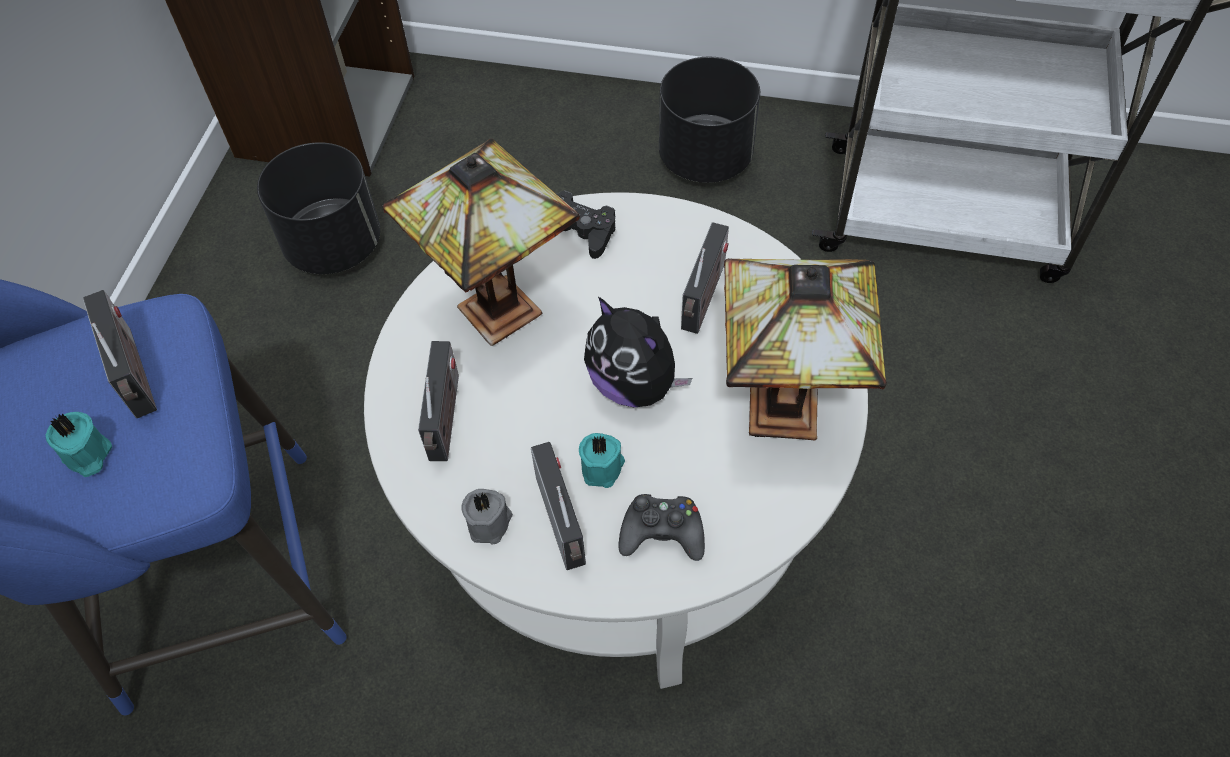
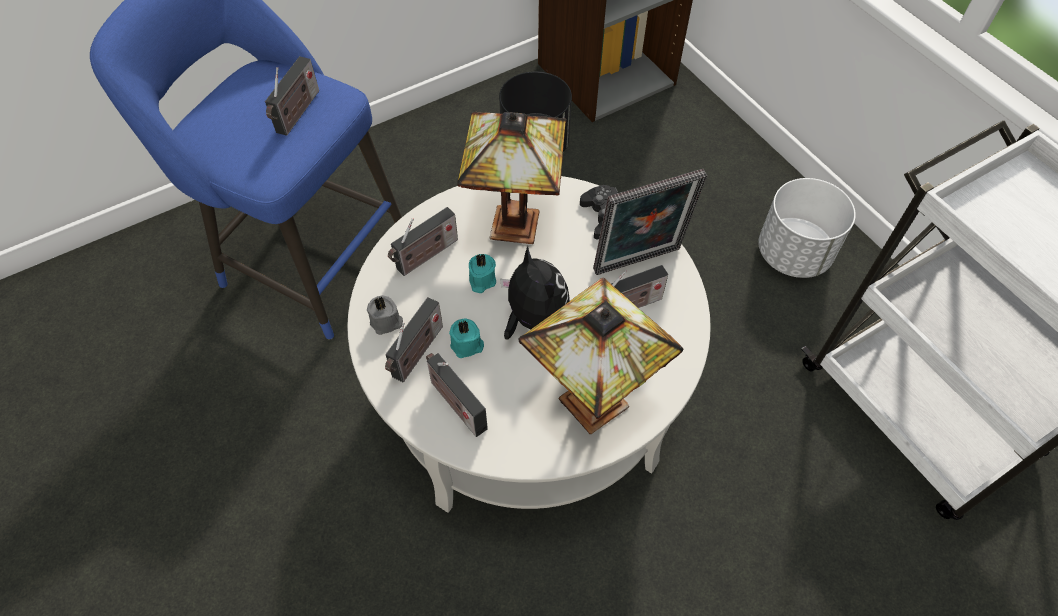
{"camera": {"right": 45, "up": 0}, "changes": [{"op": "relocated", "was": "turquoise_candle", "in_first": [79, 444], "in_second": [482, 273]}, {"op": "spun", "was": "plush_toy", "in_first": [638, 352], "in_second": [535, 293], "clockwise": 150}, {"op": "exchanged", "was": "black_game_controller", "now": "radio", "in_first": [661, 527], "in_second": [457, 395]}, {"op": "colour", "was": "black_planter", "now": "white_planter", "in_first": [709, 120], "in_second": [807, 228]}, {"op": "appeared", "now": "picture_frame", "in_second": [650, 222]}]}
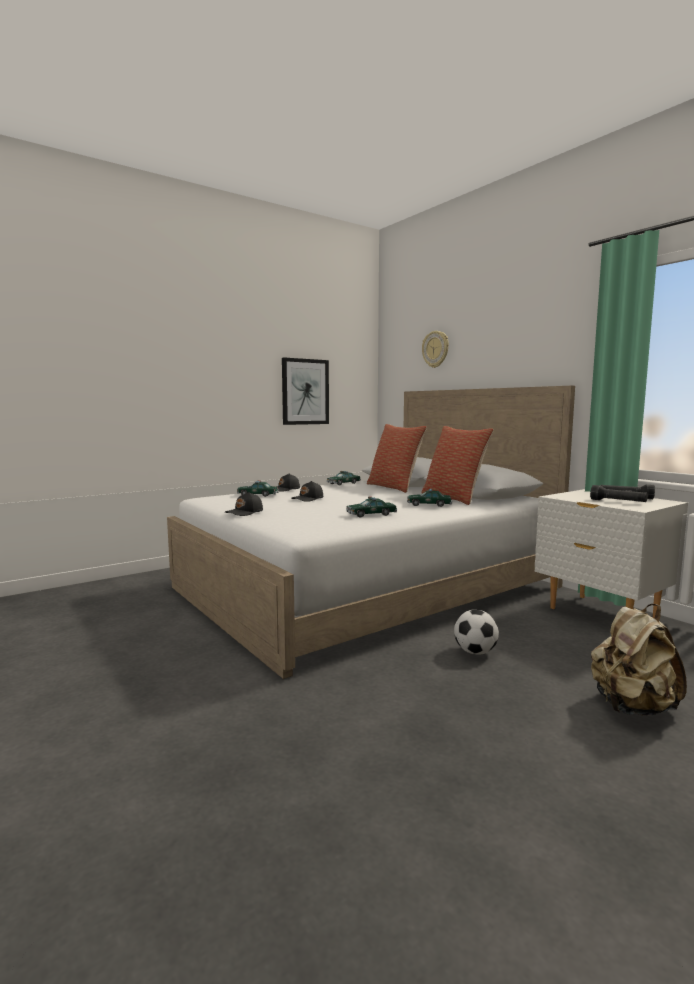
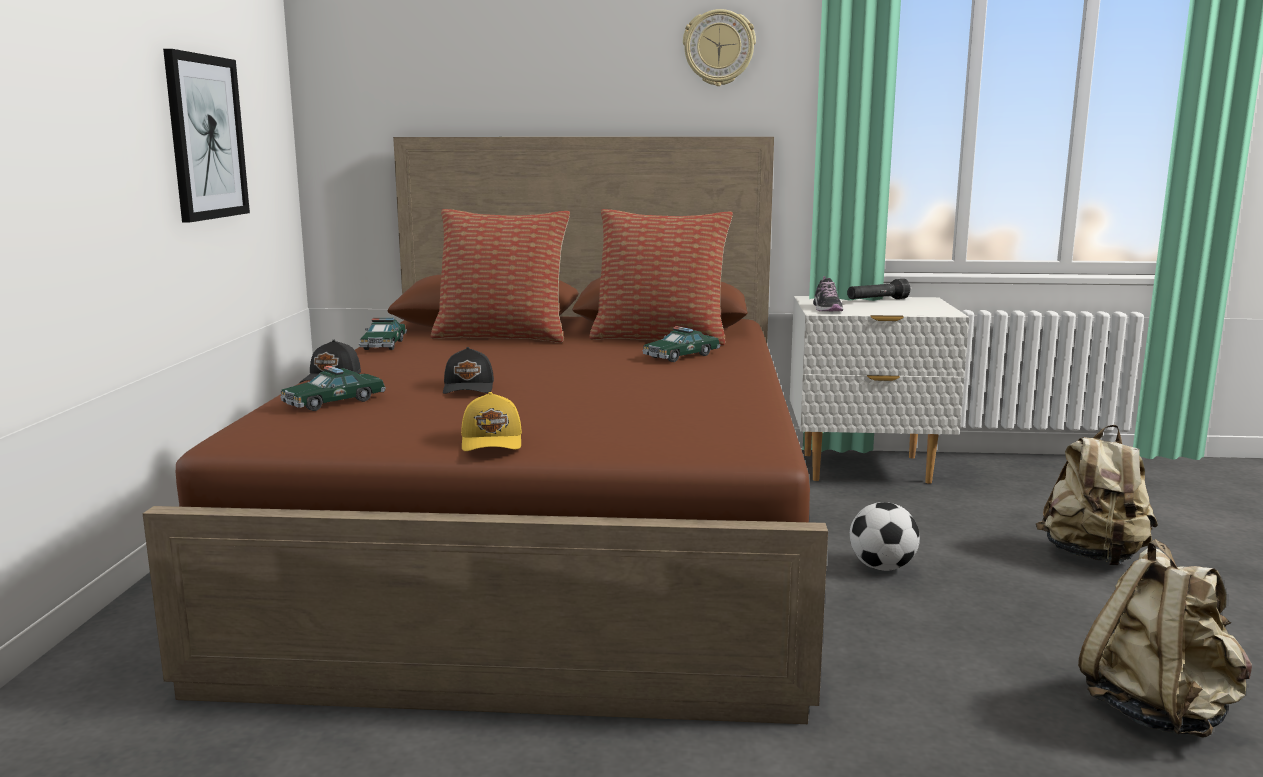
{"camera": {"right": -50, "up": 5}, "changes": [{"op": "colour", "was": "white_bed", "now": "brown_bed", "in_first": [371, 532], "in_second": [485, 430]}, {"op": "colour", "was": "black_cap", "now": "yellow_cap", "in_first": [244, 504], "in_second": [491, 421]}, {"op": "missing", "was": "toy_car", "in_first": [371, 506]}, {"op": "relocated", "was": "wall_clock", "in_first": [435, 349], "in_second": [719, 47]}, {"op": "missing", "was": "black_flashlight", "in_first": [619, 493]}, {"op": "appeared", "now": "shoe", "in_second": [828, 293]}, {"op": "appeared", "now": "beige_backpack", "in_second": [1165, 638]}]}
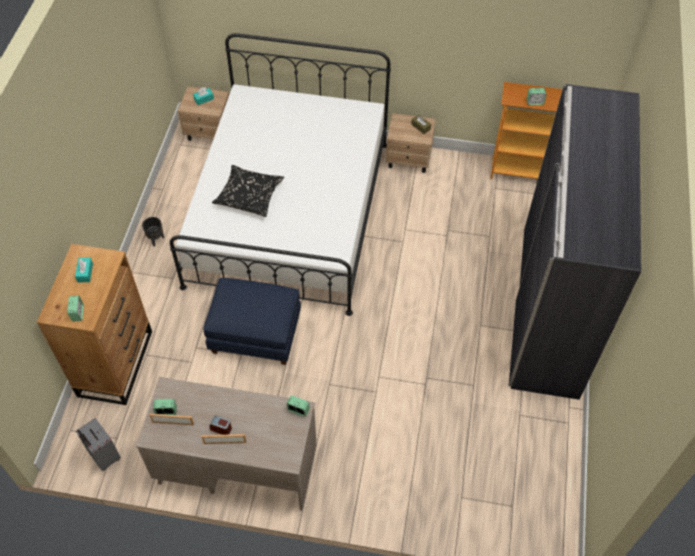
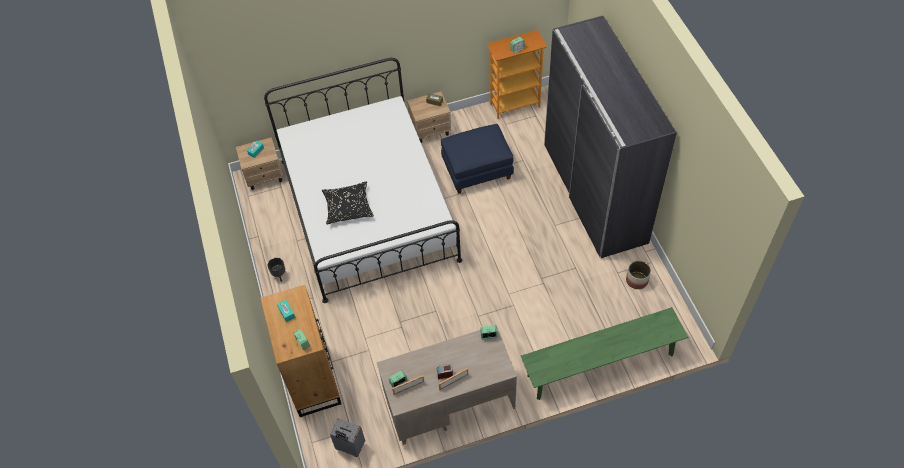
{"camera": {"right": -25, "up": 0}, "changes": [{"op": "relocated", "was": "blue_ottoman", "in_first": [252, 321], "in_second": [477, 159]}, {"op": "appeared", "now": "green_bench", "in_second": [604, 353]}, {"op": "appeared", "now": "planter", "in_second": [638, 275]}]}
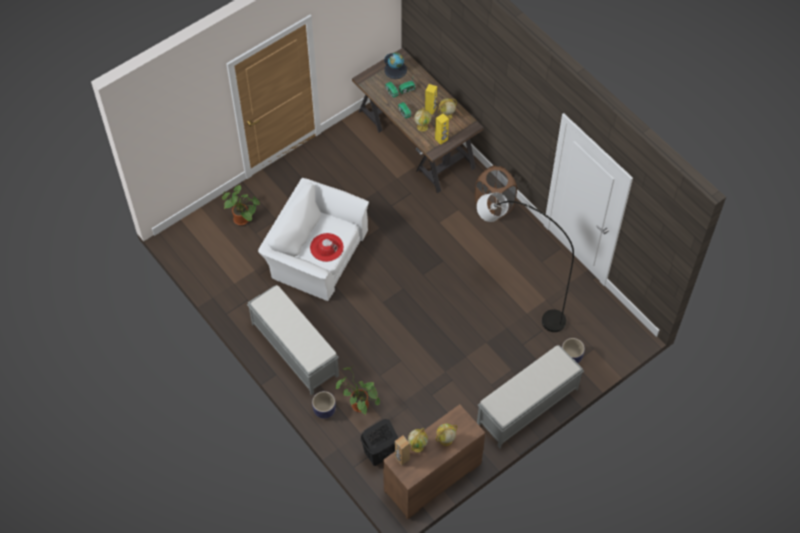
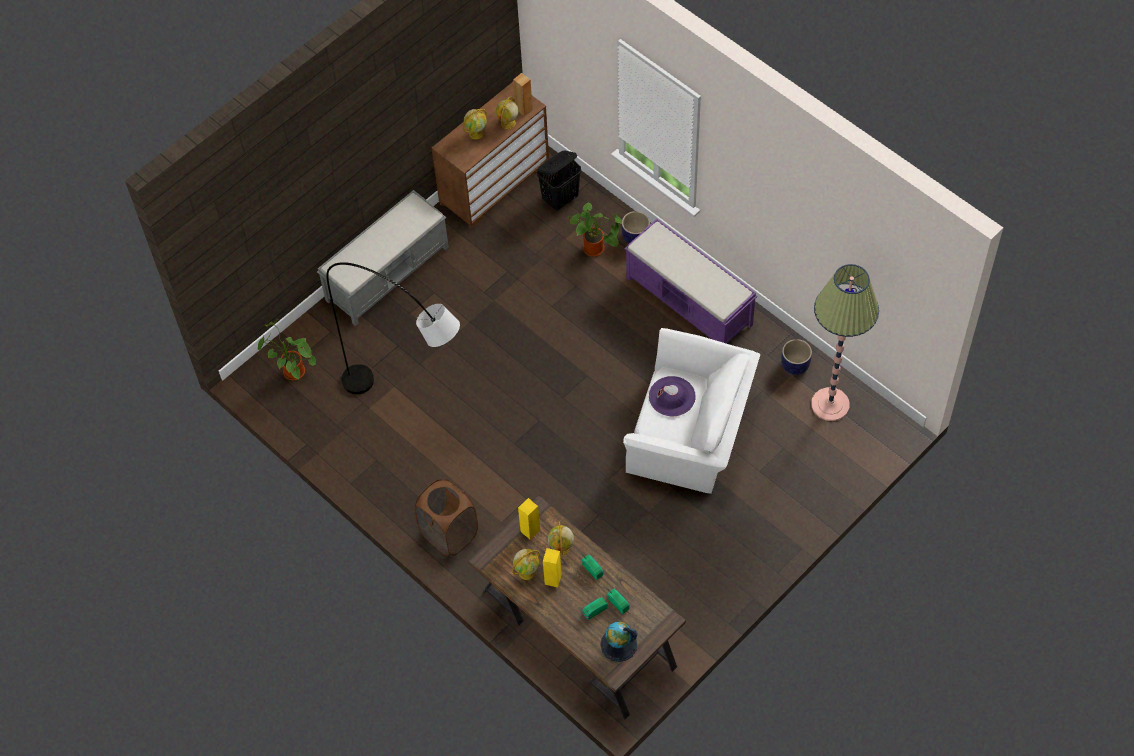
{"camera": {"right": 175, "up": 0}, "changes": [{"op": "relocated", "was": "potted_plant", "in_first": [241, 205], "in_second": [287, 349]}, {"op": "colour", "was": "grey_bench", "now": "purple_bench", "in_first": [293, 340], "in_second": [691, 281]}, {"op": "colour", "was": "red_hat", "now": "purple_hat", "in_first": [327, 247], "in_second": [672, 396]}, {"op": "relocated", "was": "planter", "in_first": [573, 350], "in_second": [796, 357]}, {"op": "appeared", "now": "floor_lamp", "in_second": [845, 342]}]}
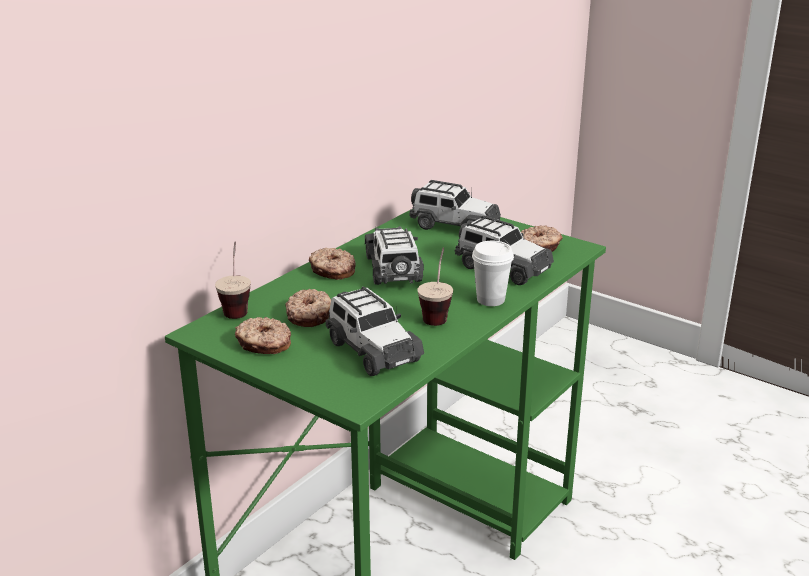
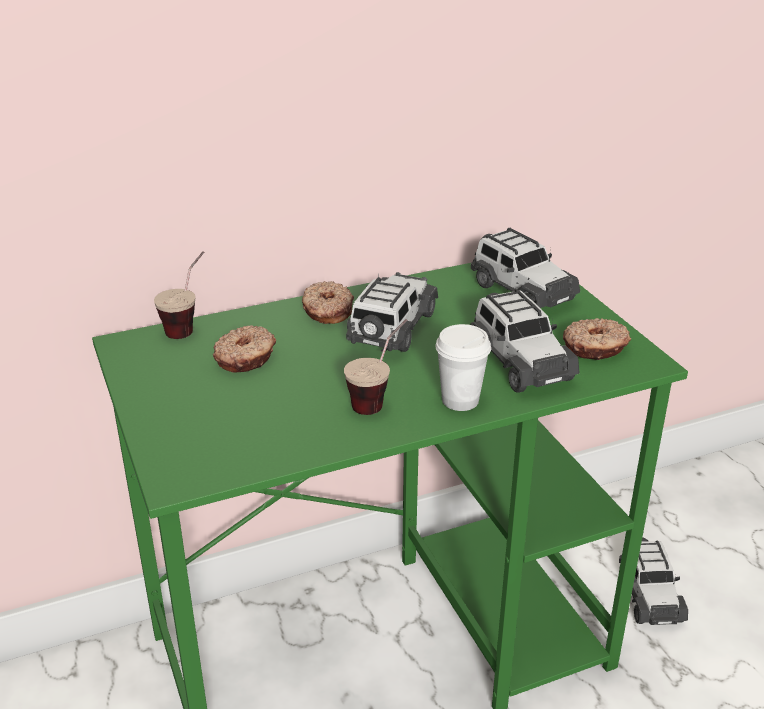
{"camera": {"right": 30, "up": 5}, "changes": [{"op": "missing", "was": "donut", "in_first": [263, 335]}, {"op": "relocated", "was": "toy_car", "in_first": [375, 331], "in_second": [653, 581]}]}
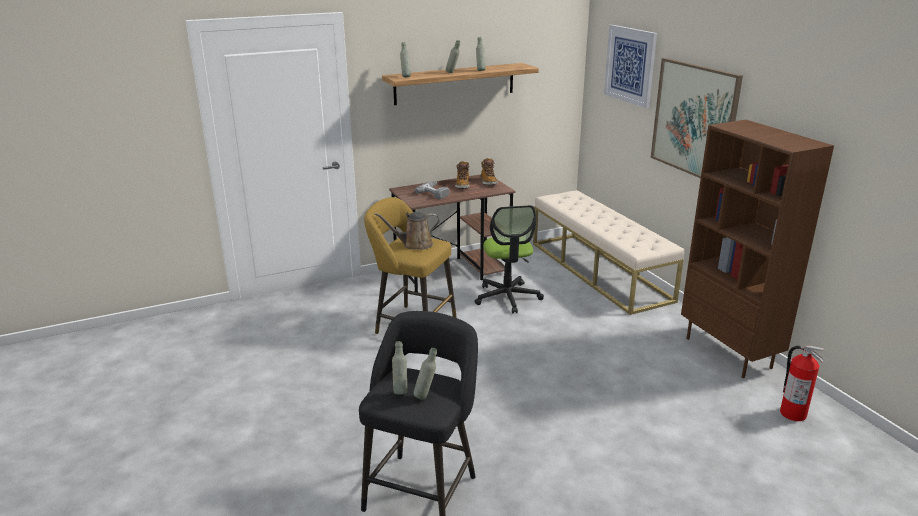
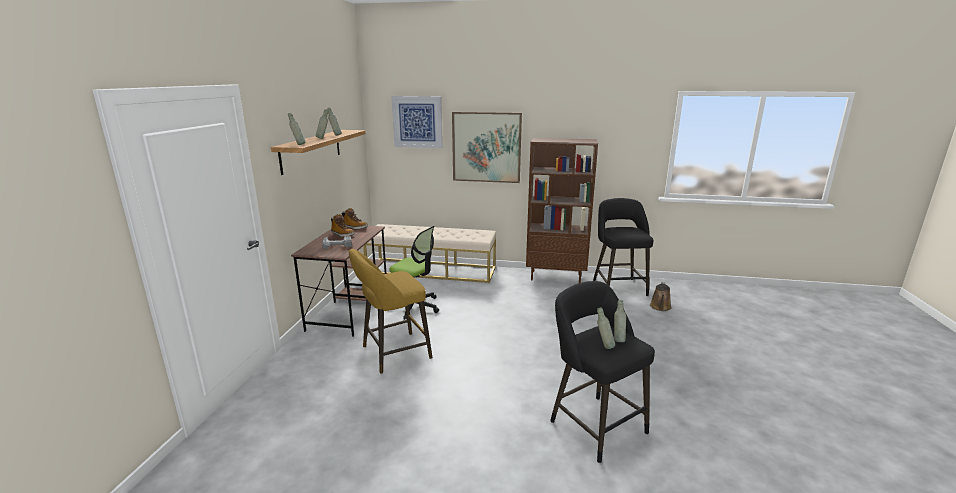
{"camera": {"right": -55, "up": -5}, "changes": [{"op": "relocated", "was": "brown_watering_can", "in_first": [407, 231], "in_second": [661, 296]}, {"op": "exchanged", "was": "fire_extinguisher", "now": "black_stool", "in_first": [802, 383], "in_second": [623, 247]}]}
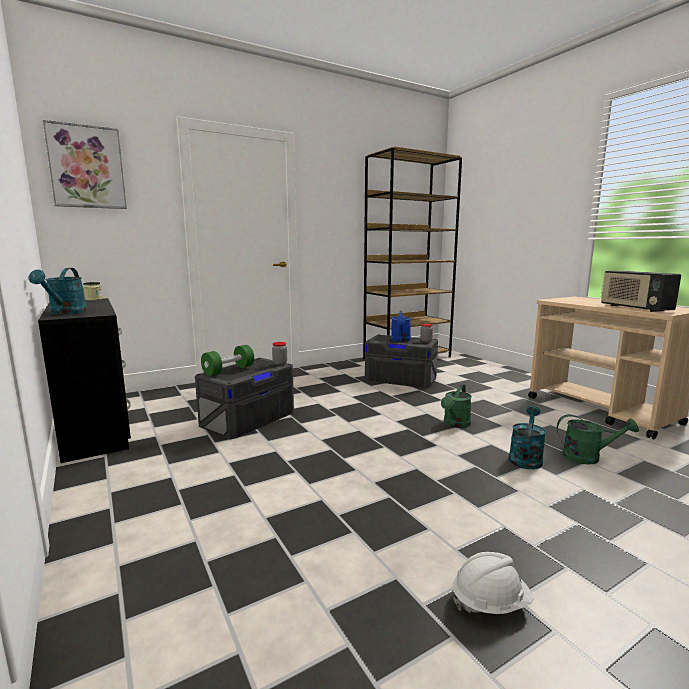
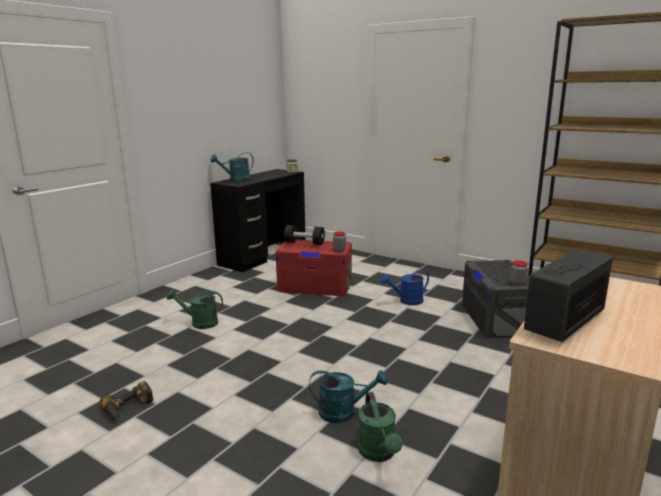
{"camera": {"right": 65, "up": 5}, "changes": [{"op": "missing", "was": "picture", "in_first": [85, 164]}, {"op": "colour", "was": "grey_storage_box", "now": "red_storage_box", "in_first": [244, 398], "in_second": [313, 267]}, {"op": "colour", "was": "green_dumbbell", "now": "black_dumbbell", "in_first": [227, 360], "in_second": [304, 235]}, {"op": "relocated", "was": "blue_watering_can", "in_first": [401, 326], "in_second": [405, 287]}, {"op": "relocated", "was": "green_watering_can", "in_first": [456, 406], "in_second": [195, 309]}, {"op": "exchanged", "was": "white_hard_hat", "now": "power_drill", "in_first": [493, 583], "in_second": [126, 400]}]}
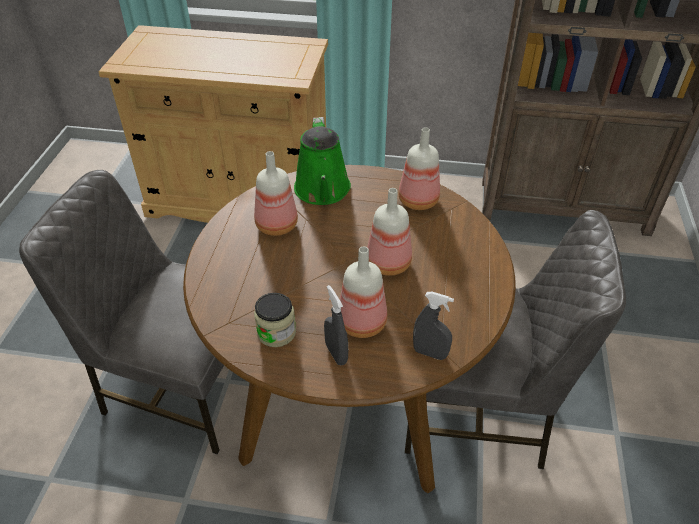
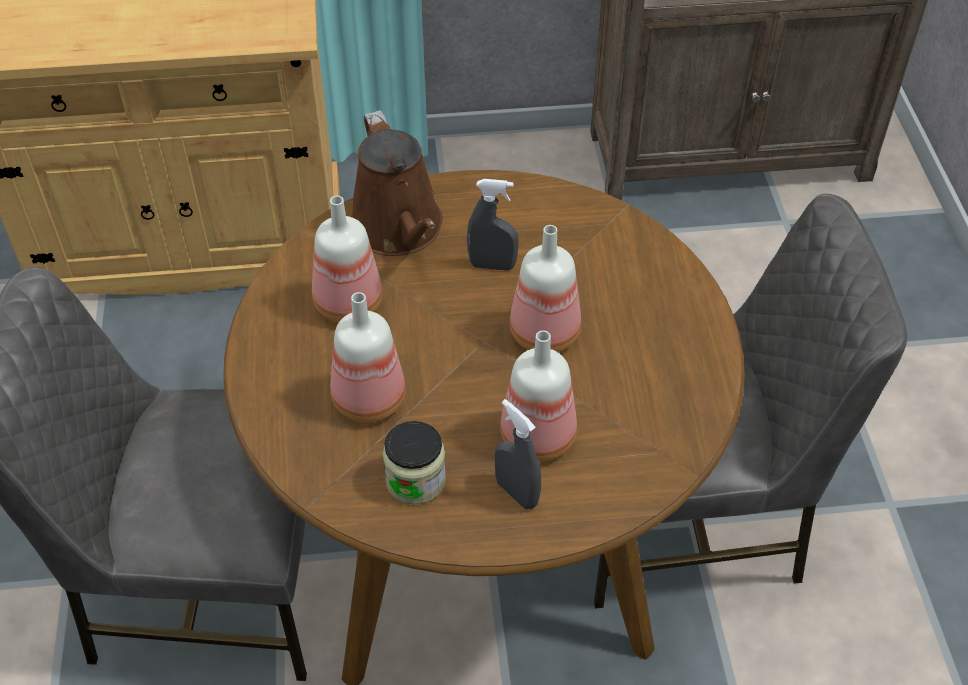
{"camera": {"right": -15, "up": 5}, "changes": [{"op": "colour", "was": "green_watering_can", "now": "brown_watering_can", "in_first": [322, 161], "in_second": [397, 183]}, {"op": "relocated", "was": "bottle", "in_first": [419, 168], "in_second": [367, 357]}, {"op": "relocated", "was": "grey_spray_bottle", "in_first": [433, 326], "in_second": [493, 225]}]}
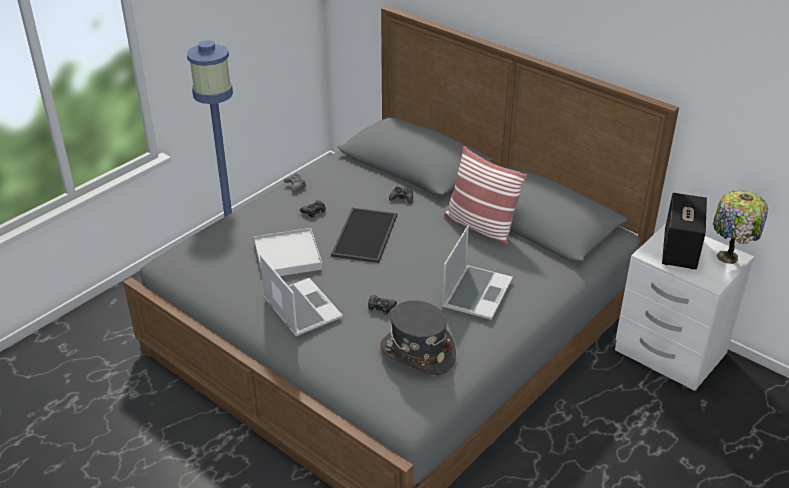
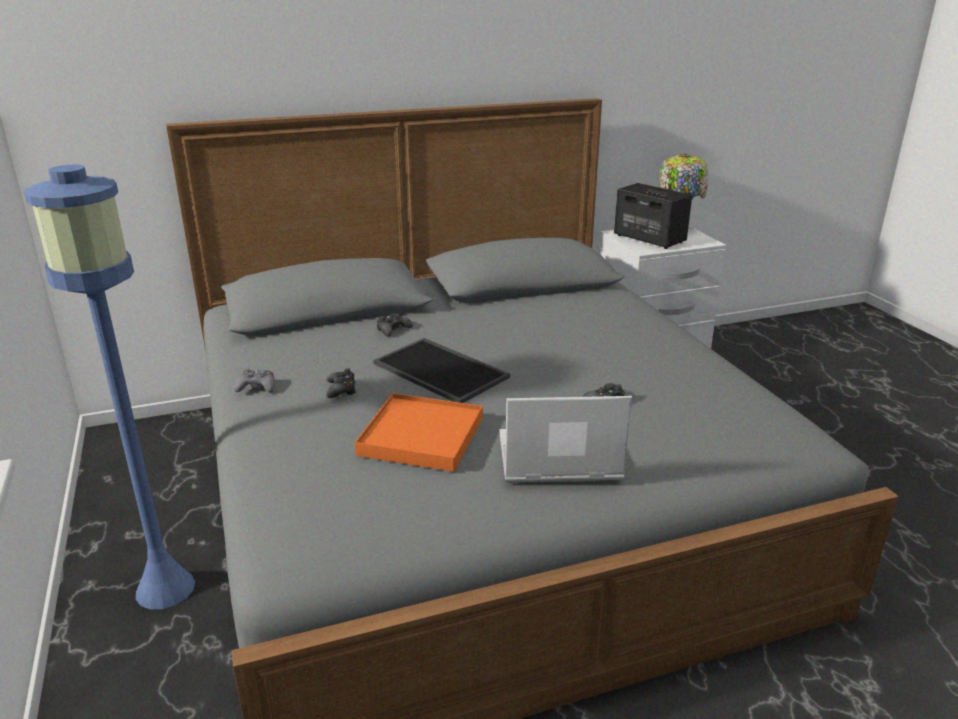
{"camera": {"right": -60, "up": -10}, "changes": [{"op": "colour", "was": "white_tray", "now": "orange_tray", "in_first": [288, 252], "in_second": [419, 432]}, {"op": "missing", "was": "grey_hat", "in_first": [418, 337]}, {"op": "missing", "was": "laptop", "in_first": [477, 272]}, {"op": "missing", "was": "pillow", "in_first": [485, 195]}]}
